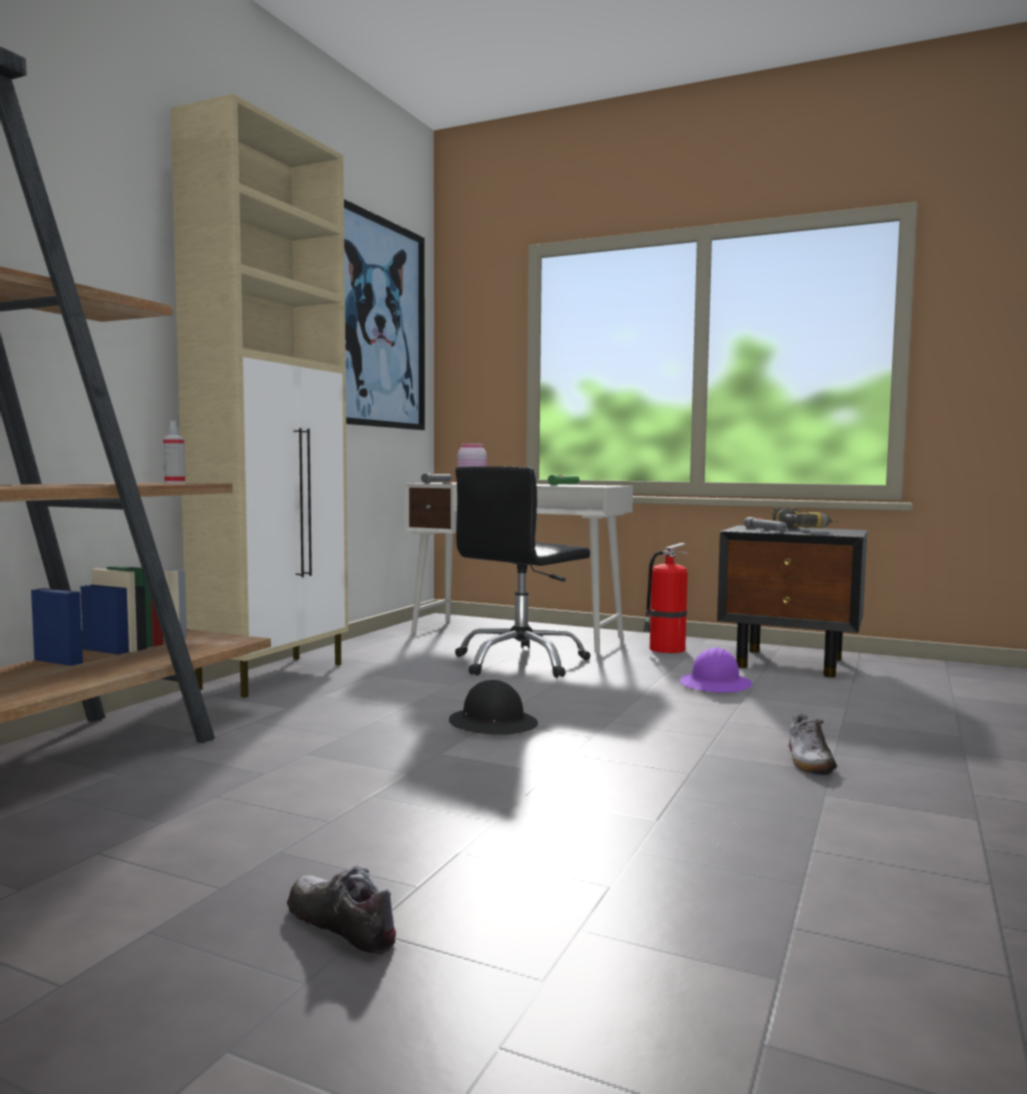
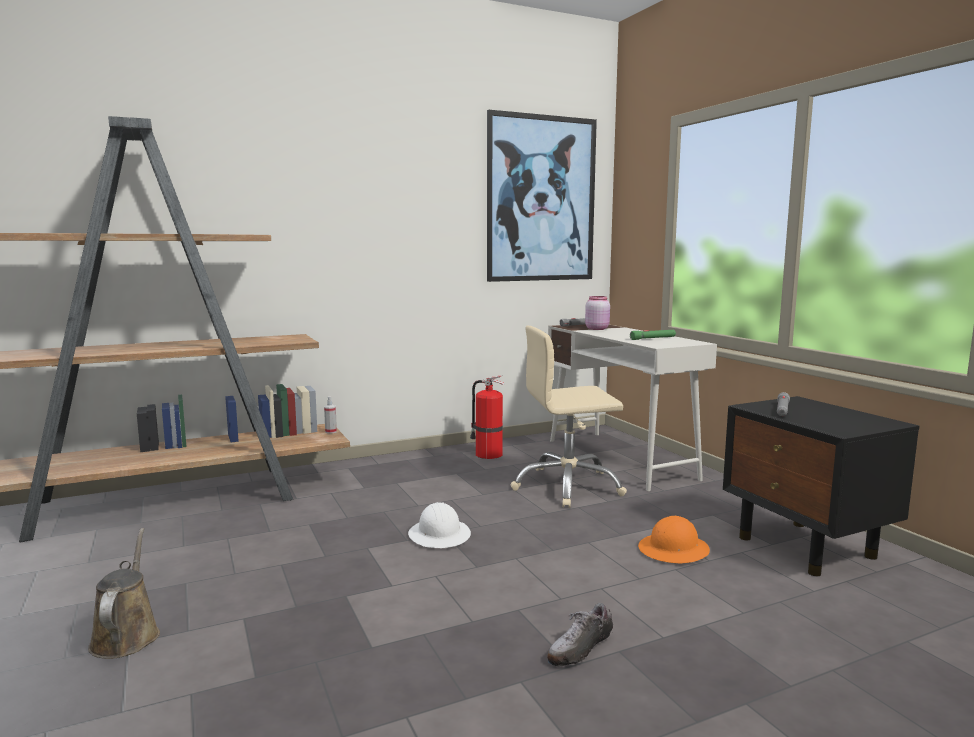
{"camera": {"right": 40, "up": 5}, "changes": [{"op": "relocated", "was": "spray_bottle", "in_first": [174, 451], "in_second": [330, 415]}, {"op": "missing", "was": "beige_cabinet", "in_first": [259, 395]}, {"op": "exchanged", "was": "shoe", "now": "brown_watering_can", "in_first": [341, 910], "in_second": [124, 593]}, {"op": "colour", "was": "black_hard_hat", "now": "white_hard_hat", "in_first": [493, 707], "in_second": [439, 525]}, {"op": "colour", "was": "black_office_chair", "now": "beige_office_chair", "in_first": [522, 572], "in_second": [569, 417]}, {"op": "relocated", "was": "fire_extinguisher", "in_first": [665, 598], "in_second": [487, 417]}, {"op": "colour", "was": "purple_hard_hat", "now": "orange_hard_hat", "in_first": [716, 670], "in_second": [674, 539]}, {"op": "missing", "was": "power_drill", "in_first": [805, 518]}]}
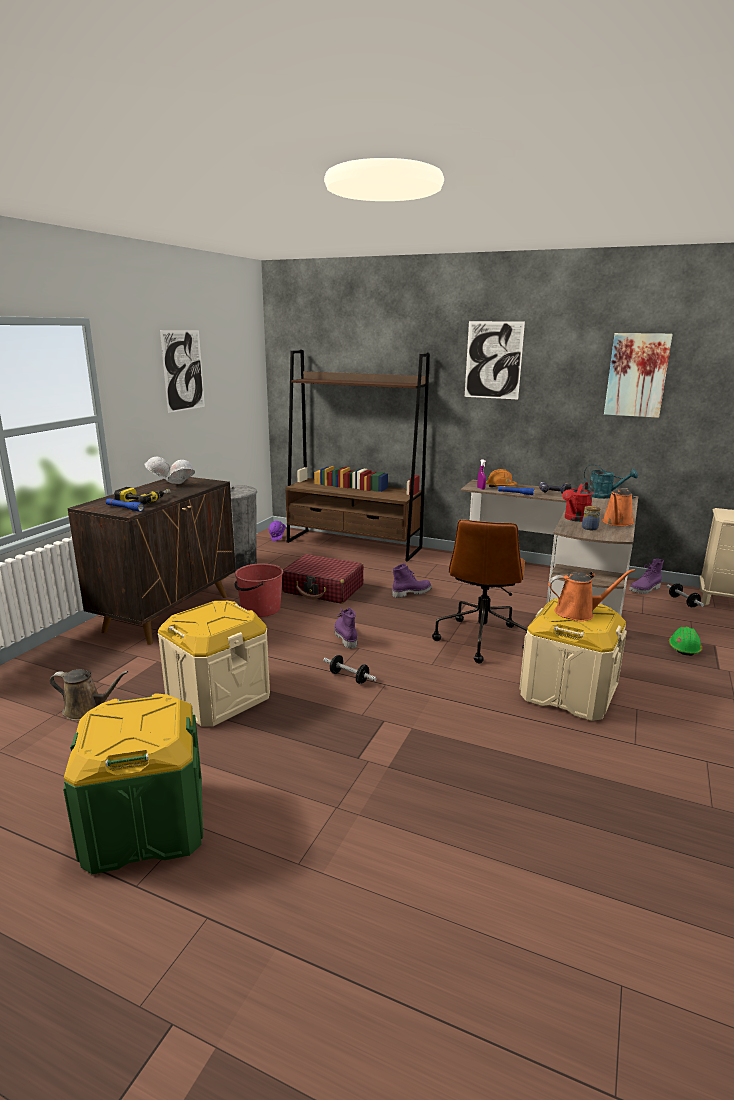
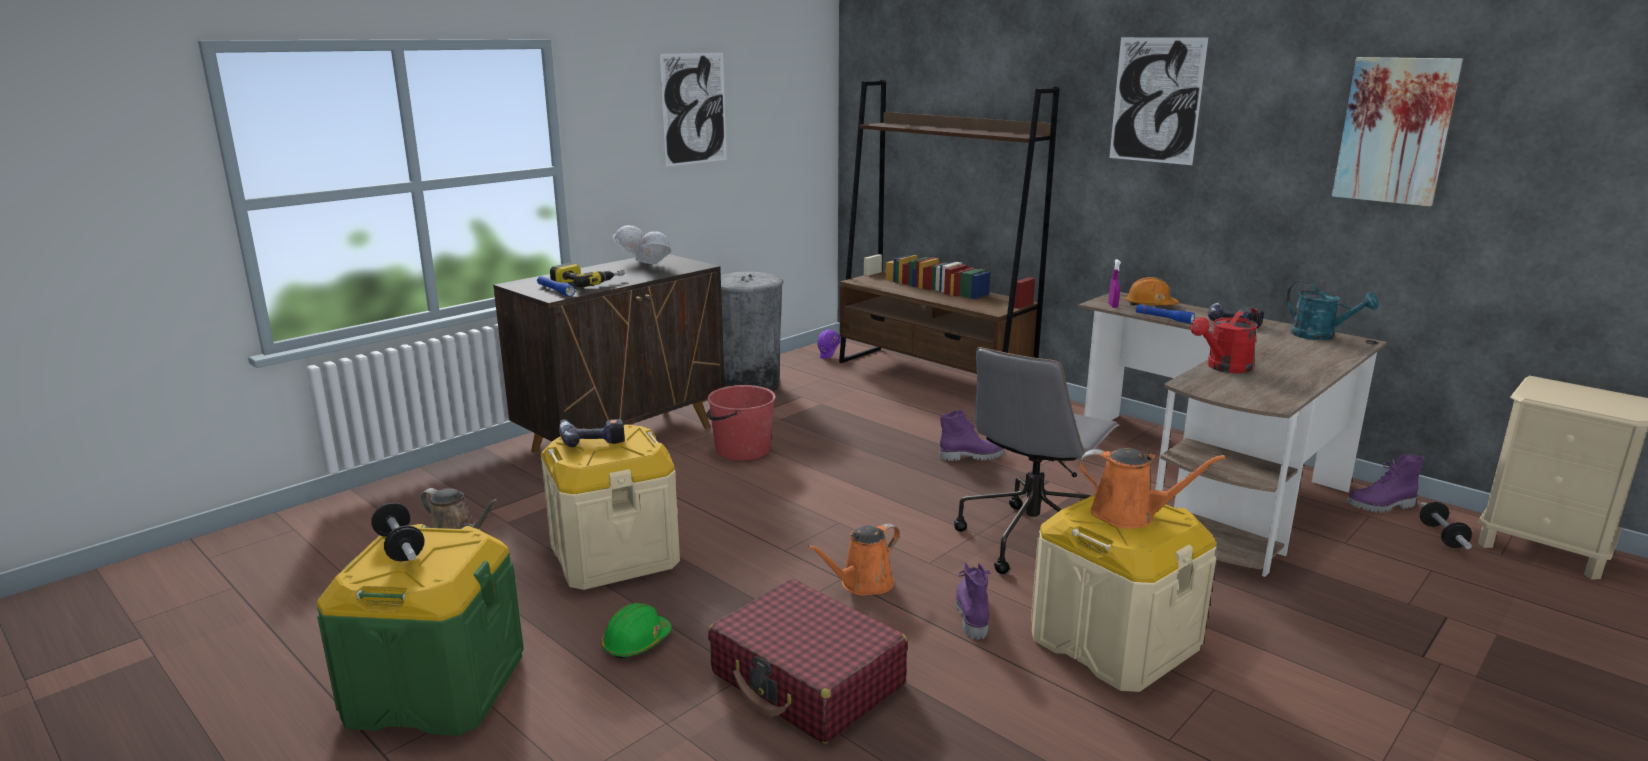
{"camera": {"right": 20, "up": 0}, "changes": [{"op": "relocated", "was": "red_suitcase", "in_first": [323, 579], "in_second": [808, 661]}, {"op": "relocated", "was": "dumbbell", "in_first": [350, 669], "in_second": [397, 532]}, {"op": "relocated", "was": "purple_boot", "in_first": [346, 628], "in_second": [973, 601]}, {"op": "colour", "was": "brown_office_chair", "now": "grey_office_chair", "in_first": [479, 591], "in_second": [1037, 460]}, {"op": "missing", "was": "jar", "in_first": [591, 518]}, {"op": "relocated", "was": "orange_watering_can", "in_first": [618, 507], "in_second": [853, 559]}, {"op": "relocated", "was": "green_hard_hat", "in_first": [685, 641], "in_second": [636, 631]}, {"op": "appeared", "now": "power_drill", "in_second": [592, 433]}]}
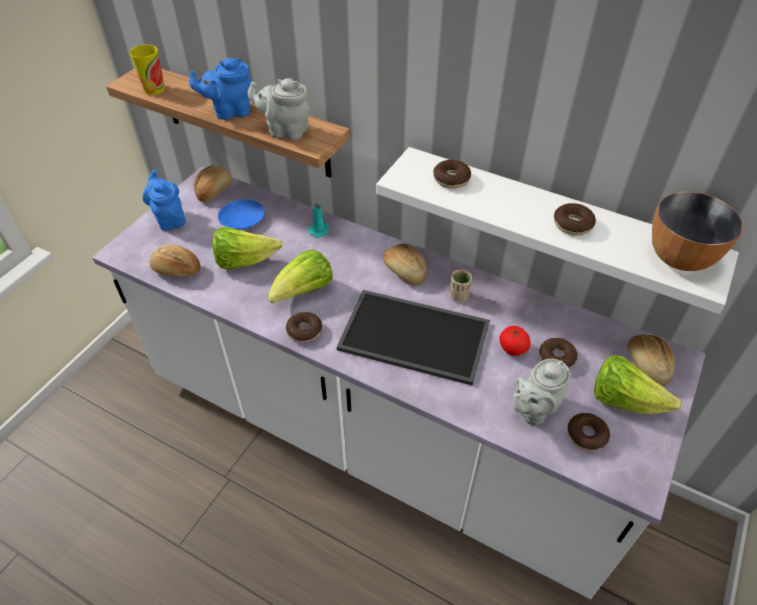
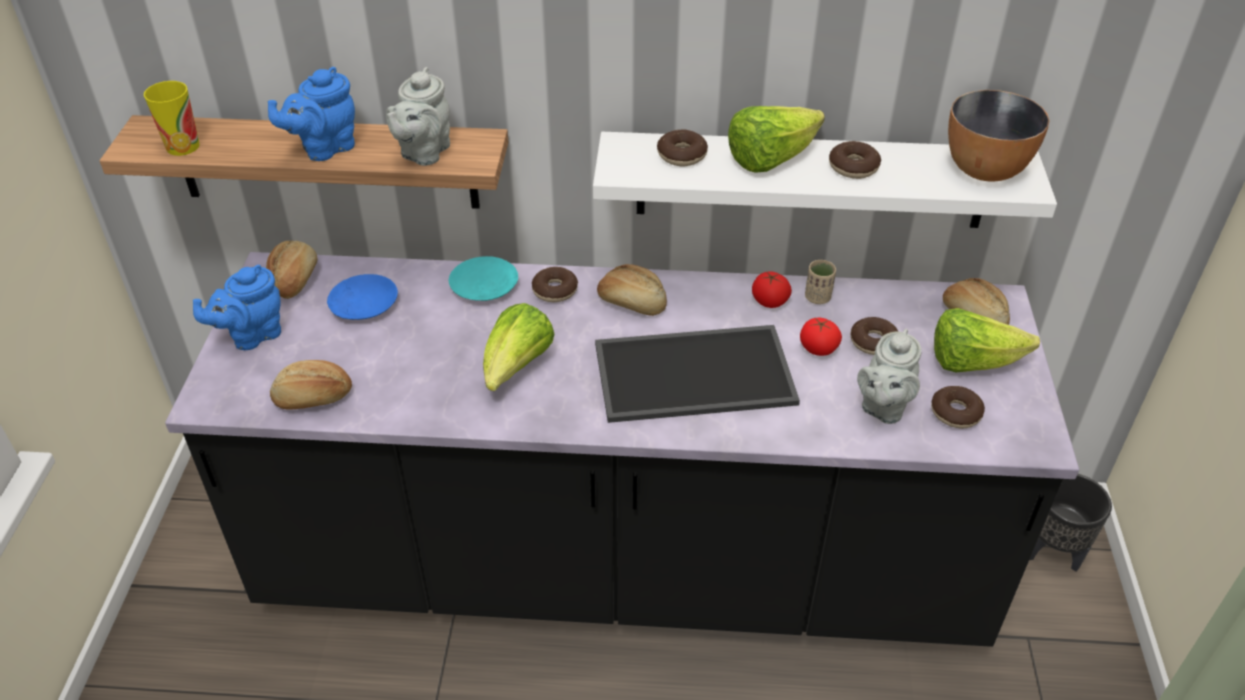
{"camera": {"right": -25, "up": -5}, "changes": [{"op": "colour", "was": "white_counter", "now": "black_counter", "in_first": [398, 382], "in_second": [622, 449]}, {"op": "spun", "was": "blue_teapot", "in_first": [164, 200], "in_second": [237, 307], "clockwise": -75}, {"op": "relocated", "was": "lettuce", "in_first": [248, 248], "in_second": [776, 139]}, {"op": "spun", "was": "grey_teapot", "in_first": [279, 109], "in_second": [418, 116], "clockwise": -60}, {"op": "relocated", "was": "donut", "in_first": [304, 327], "in_second": [555, 284]}, {"op": "exchanged", "was": "turquoise_candle", "now": "turquoise_plate", "in_first": [319, 219], "in_second": [483, 278]}, {"op": "relocated", "was": "beige_cup", "in_first": [460, 285], "in_second": [820, 282]}, {"op": "appeared", "now": "tomato", "in_second": [772, 289]}, {"op": "appeared", "now": "black_planter", "in_second": [1071, 522]}]}
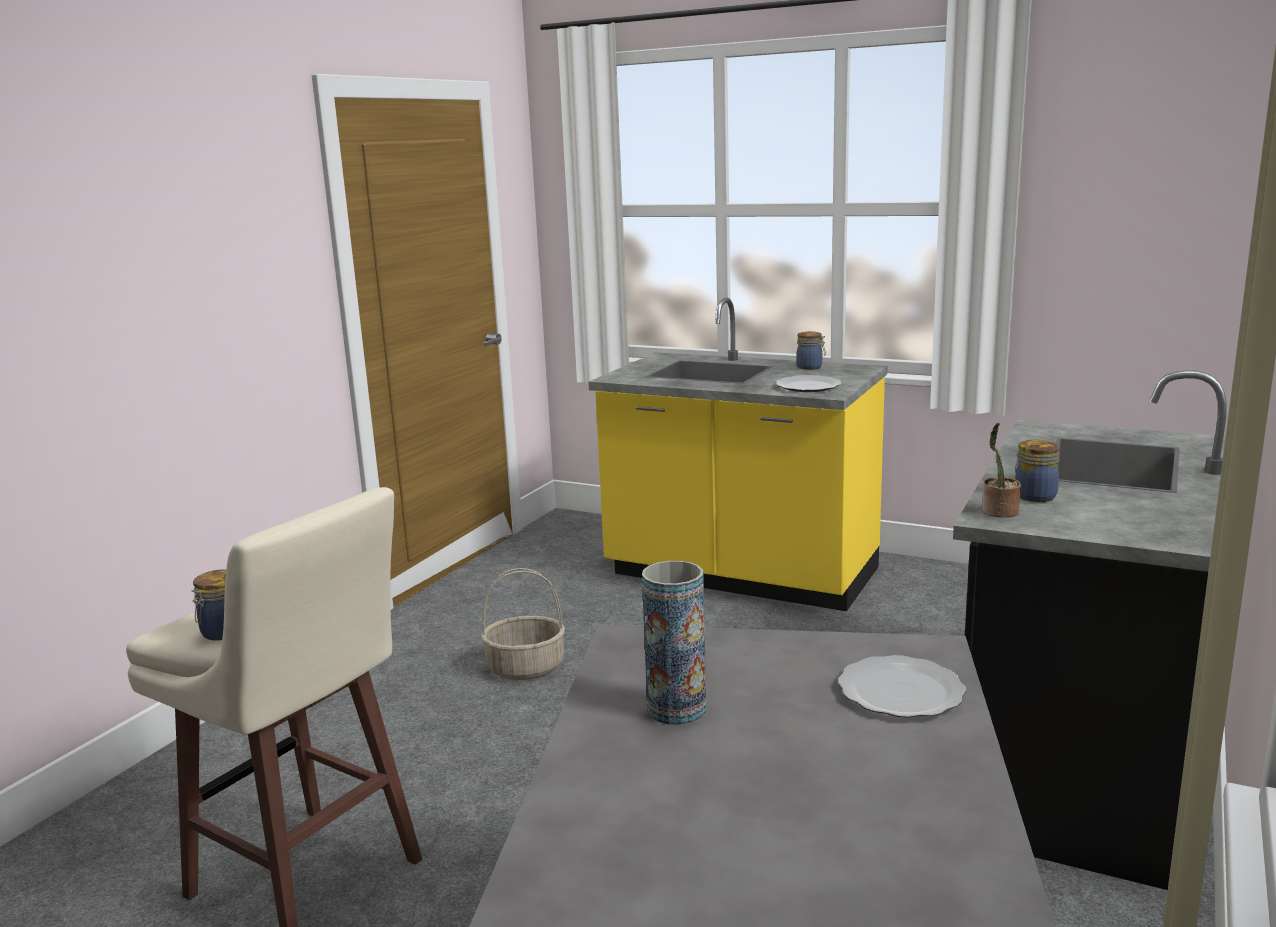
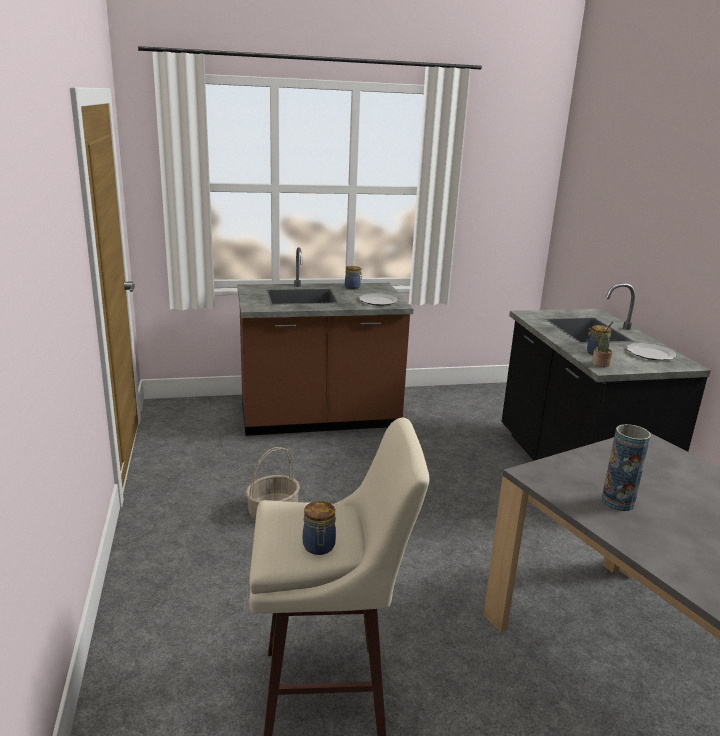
{"camera": {"right": -40, "up": 5}, "changes": [{"op": "colour", "was": "yellow_counter", "now": "brown_counter", "in_first": [737, 454], "in_second": [325, 341]}, {"op": "relocated", "was": "plate", "in_first": [902, 686], "in_second": [651, 351]}]}
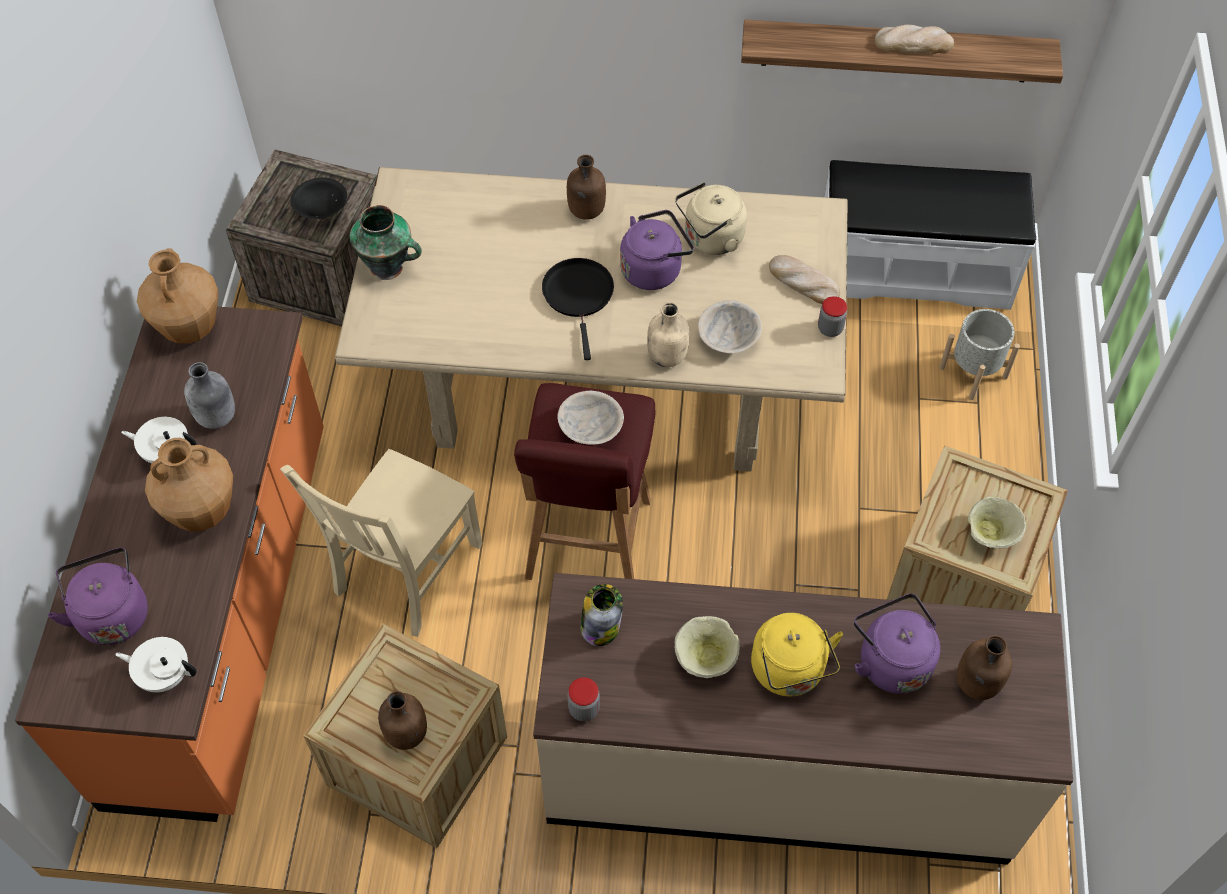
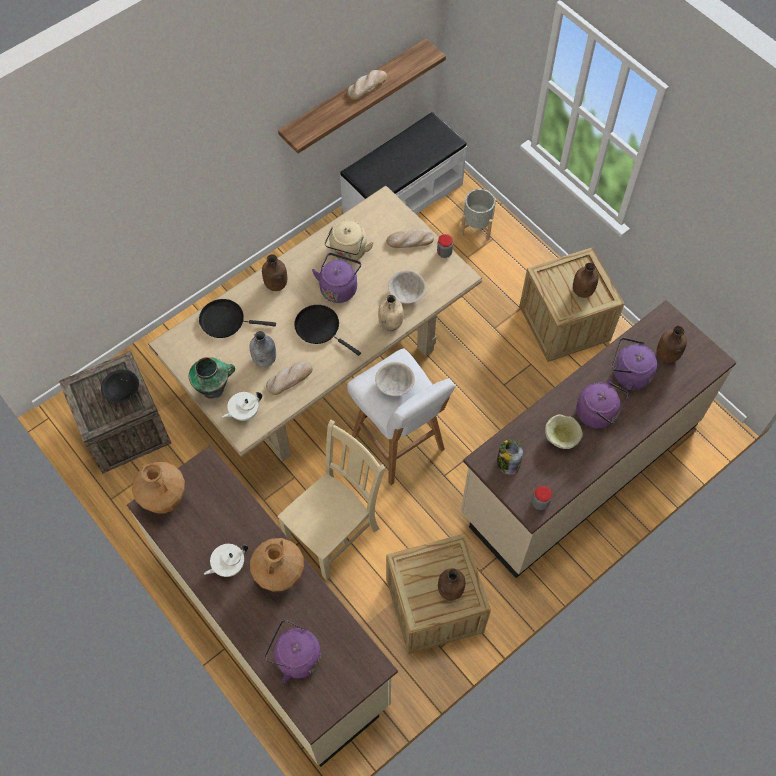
{"camera": {"right": -45, "up": 5}, "changes": [{"op": "colour", "was": "orange_counter", "now": "beige_counter", "in_first": [169, 564], "in_second": [262, 606]}, {"op": "relocated", "was": "white_teapot", "in_first": [156, 664], "in_second": [241, 406]}, {"op": "relocated", "was": "grey_bottle", "in_first": [209, 395], "in_second": [263, 349]}, {"op": "spun", "was": "beige_chair", "in_first": [381, 543], "in_second": [331, 500], "clockwise": -120}, {"op": "colour", "was": "red_stool", "now": "white_stool", "in_first": [584, 481], "in_second": [401, 416]}, {"op": "colour", "was": "yellow_kettle", "now": "purple_kettle", "in_first": [797, 655], "in_second": [602, 403]}, {"op": "exchanged", "was": "beige_bowl", "now": "brown_bottle", "in_first": [997, 522], "in_second": [586, 280]}, {"op": "appeared", "now": "black_frying_pan", "in_second": [237, 318]}, {"op": "appeared", "now": "bread", "in_second": [289, 378]}]}
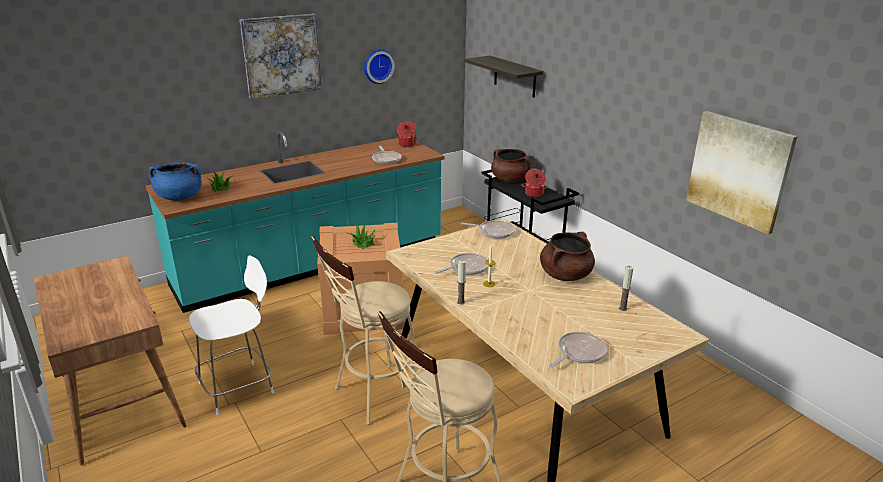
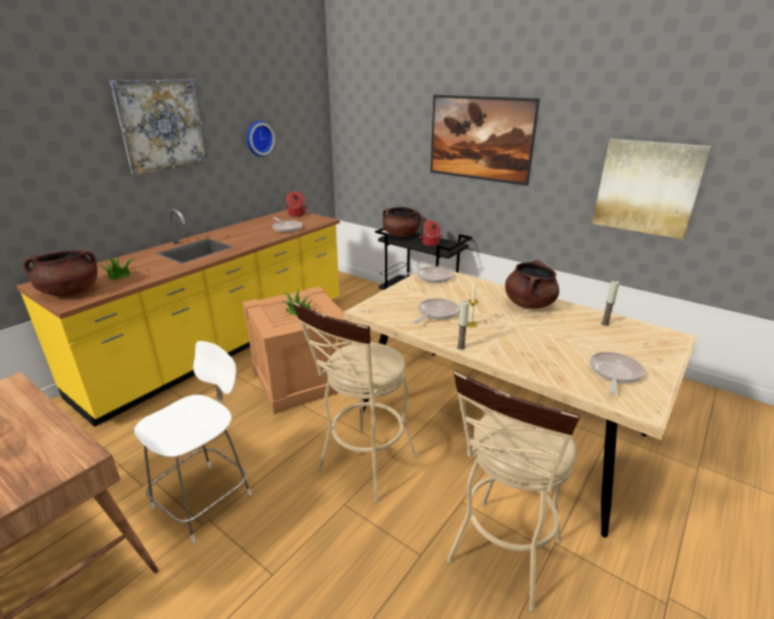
{"camera": {"right": -20, "up": 0}, "changes": [{"op": "colour", "was": "turquoise_counter", "now": "yellow_counter", "in_first": [294, 222], "in_second": [178, 318]}, {"op": "colour", "was": "blue_cooking_pot", "now": "brown_cooking_pot", "in_first": [175, 182], "in_second": [60, 273]}, {"op": "missing", "was": "shelf", "in_first": [504, 77]}, {"op": "appeared", "now": "picture", "in_second": [485, 140]}]}
